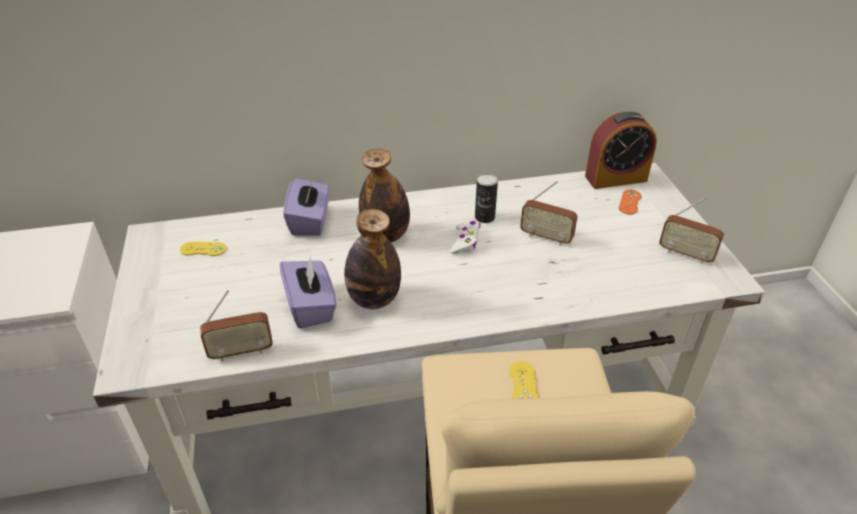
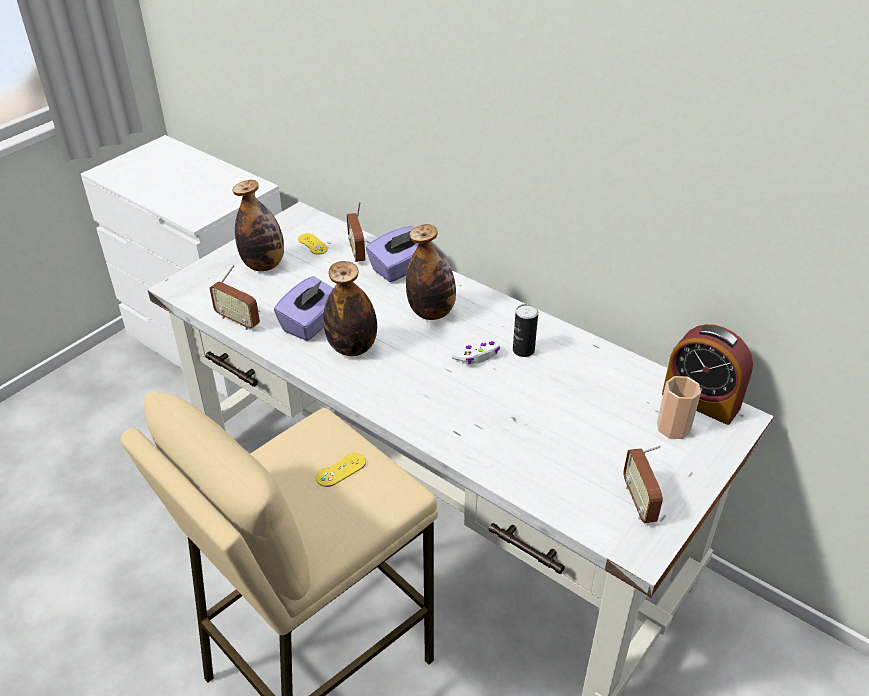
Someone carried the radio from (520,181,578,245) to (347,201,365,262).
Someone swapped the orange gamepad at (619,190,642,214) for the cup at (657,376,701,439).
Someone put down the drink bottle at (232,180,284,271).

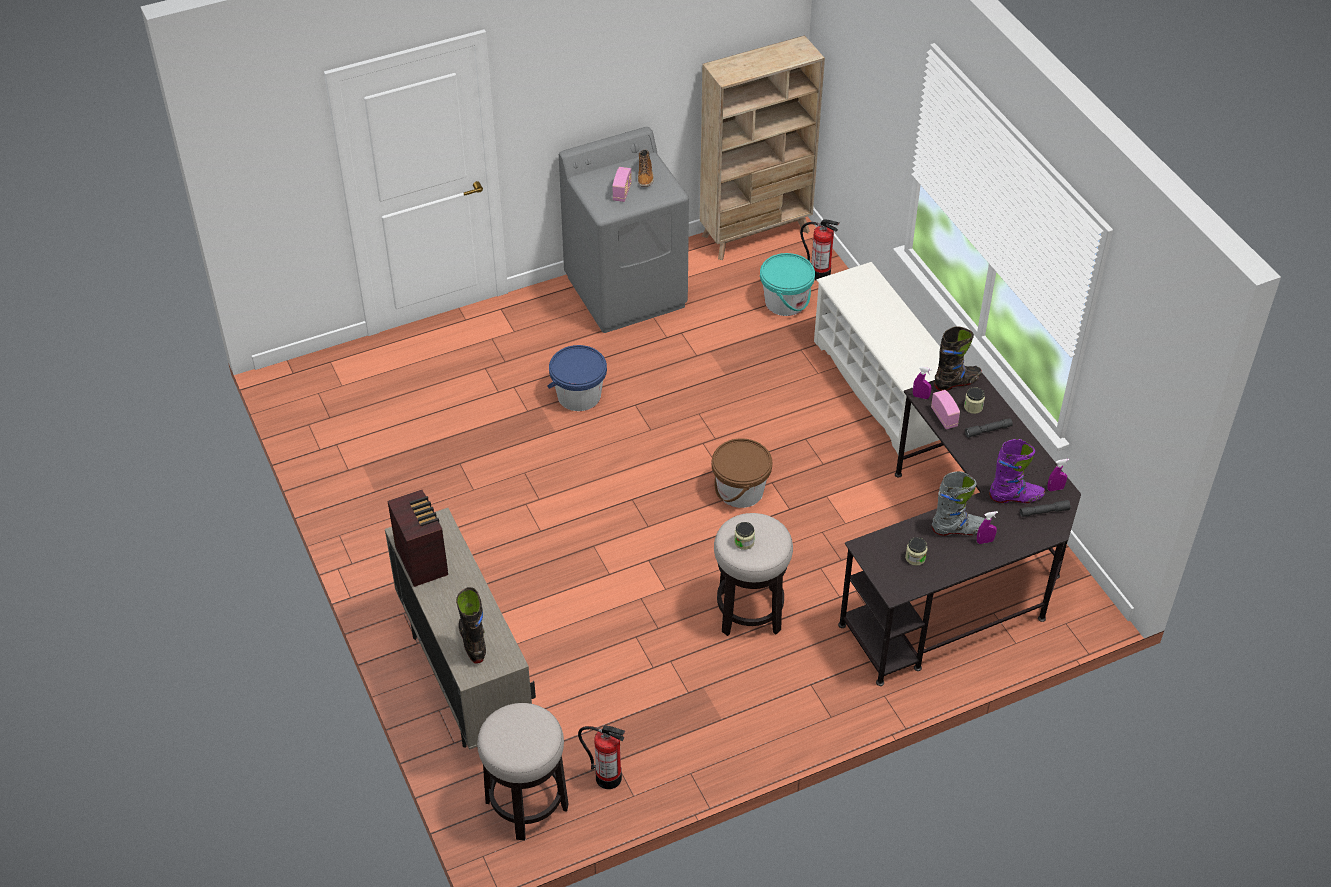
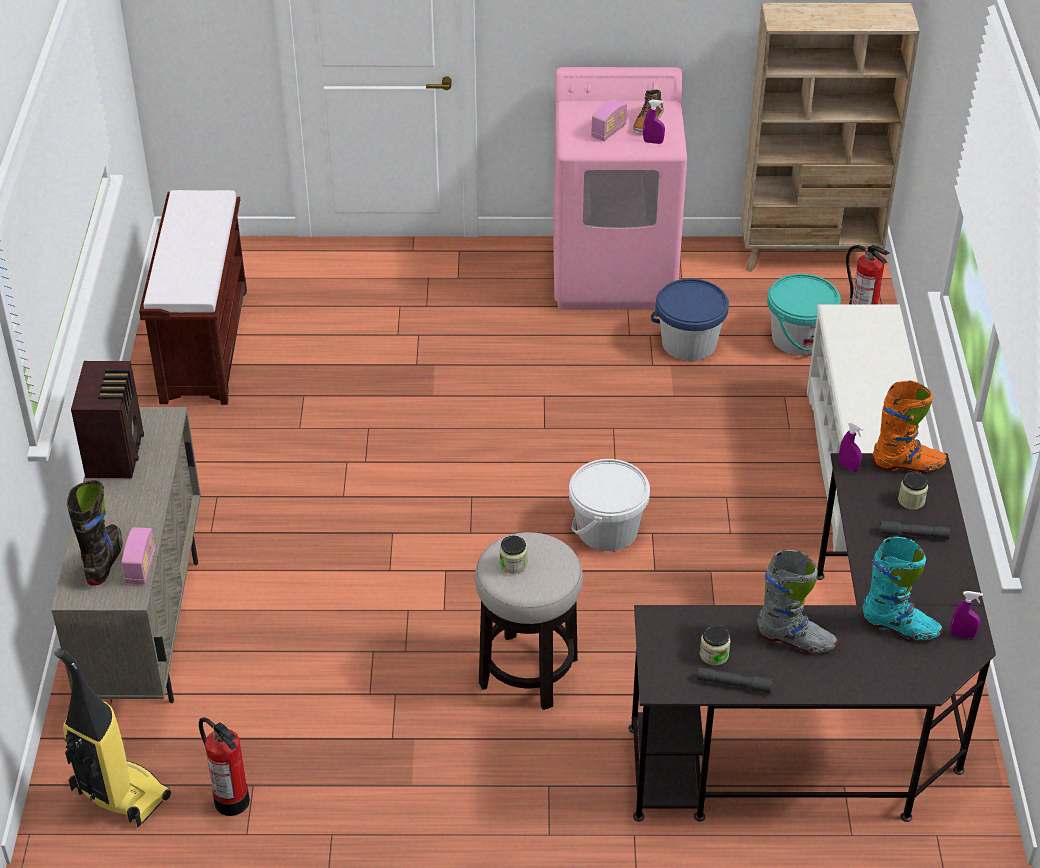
Someone swapped the sitting stool at (477,703,568,840) for the vacuum cleaner at (54,648,171,827).
Someone carried the blue bucket from (547,345,607,411) to (651,279,729,361).
Someone repainted the greyish laundry appliance at (559,127,689,333), which became the pinkish laundry appliance at (553,67,687,310).
Someone repainted the brownish bucket at (712,438,772,508), which became the white bucket at (569,459,650,551).
Someone carried the radio from (931,390,960,429) to (122,527,156,584).
Someone repainted the black tall boot at (934,326,982,391), which became the orange tall boot at (872,381,947,473).
Someone carried the purple sprayer from (977,511,998,544) to (643,100,665,144).
Someone repainted the purple tall boot at (989,439,1045,503), which became the turquoise tall boot at (862,537,943,641).
Someone carried the greyish flashlight from (1020,500,1071,517) to (697,667,773,694).
Someone put down the brownish long seat at (139,190,247,405).

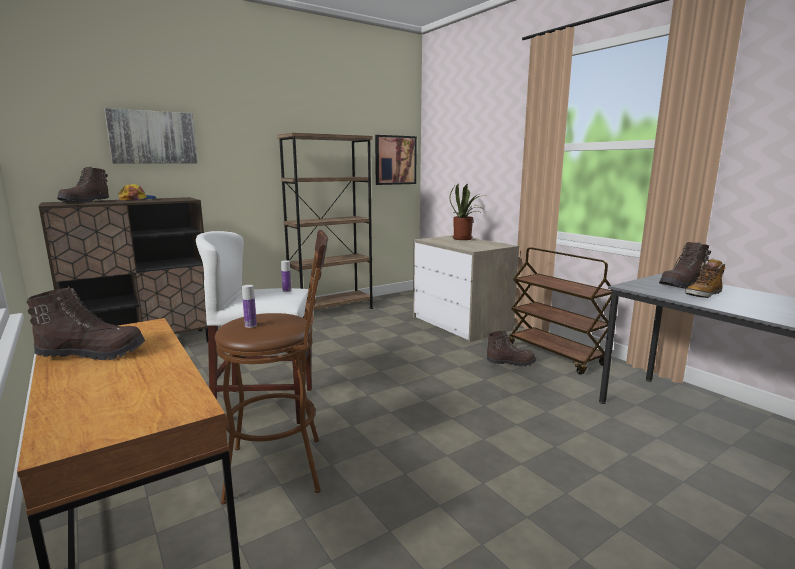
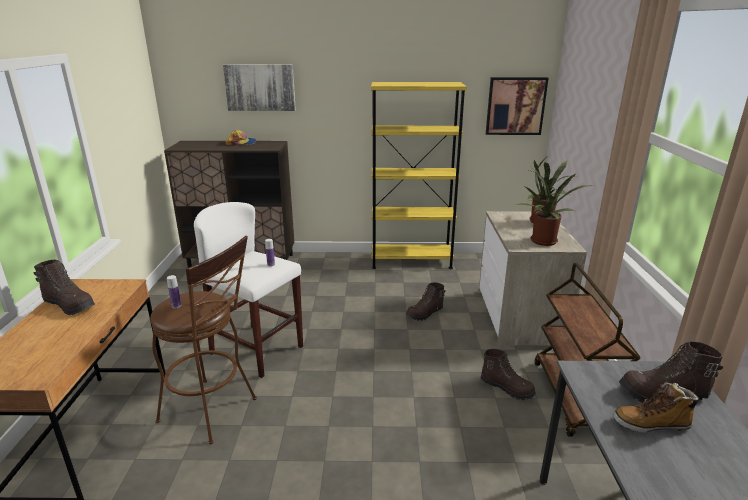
Someone carried the brownish tall boot from (57,167,109,203) to (406,282,446,321).
Someone repainted the brownish bookshelf at (277,133,373,310), which became the yellowish bookshelf at (371,82,467,269).
Someone put down the plant in a pot at (516,167,594,246).

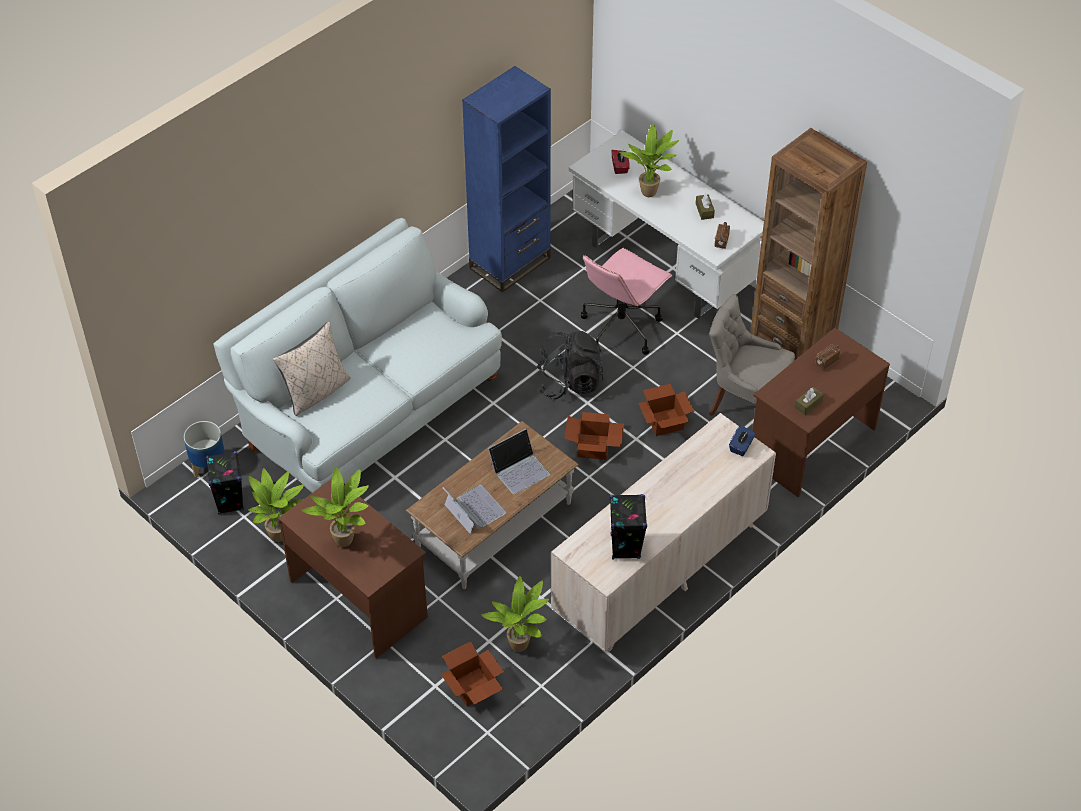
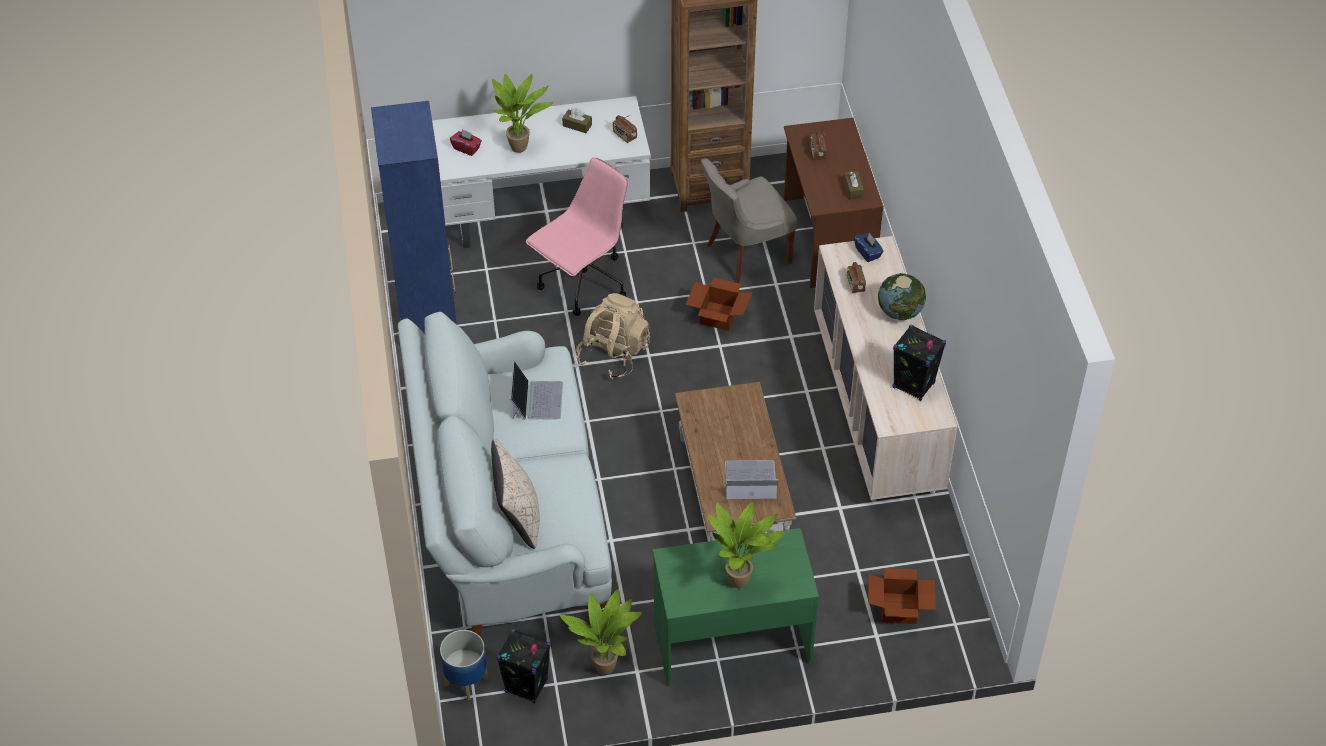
Someone repainted the brownish desk table at (278,479,428,659), which became the greenish desk table at (653,528,819,686).
Someone took away the plant in a pot at (482,576,549,652).
Someone carried the laptop from (488,429,550,494) to (510,361,563,420).
Someone repainted the black knapsack at (536,331,603,399), which became the beige-coloured knapsack at (576,293,650,379).
Someone took away the packing box at (564,412,624,460).
Someone rotated the pinkish office chair at (581,248,672,355) by 120 degrees counterclockwise.
Someone put down the radio at (847,262,866,293).
Someone put down the desk globe at (878,273,926,320).

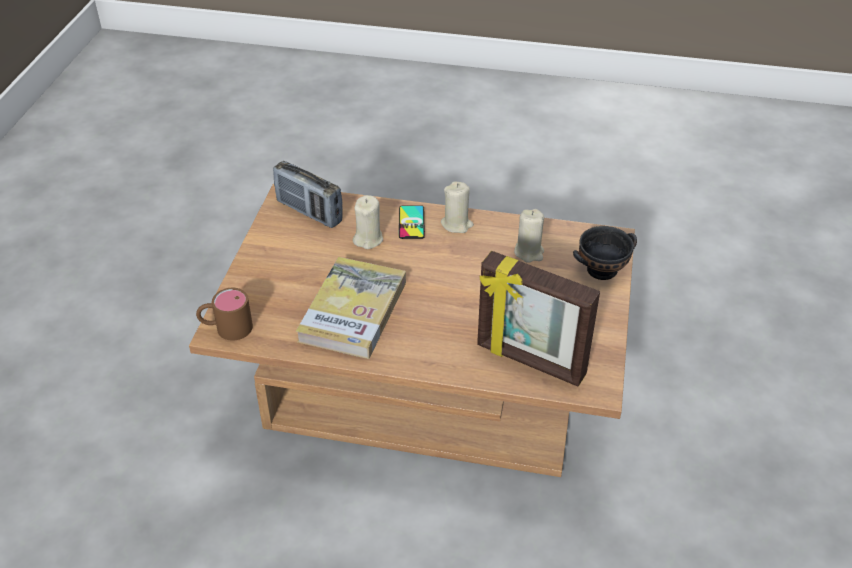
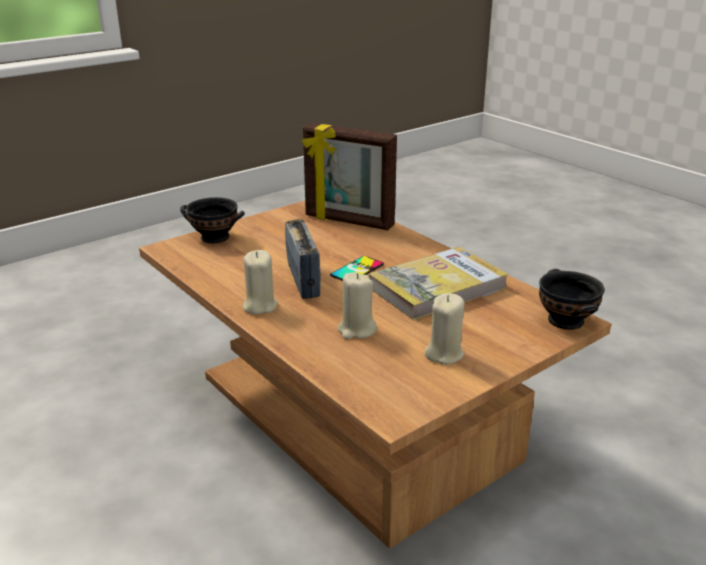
Someone swapped the brownish tea mug at (196,288,253,341) for the black deep dish at (539,269,605,330).
Someone carried the radio from (273,161,343,228) to (285,219,321,299).
Someone carried the phone from (399,205,425,239) to (330,256,384,281).
Someone rotated the picture frame at (477,251,600,386) by 135 degrees clockwise.
Someone carried the beige-coloured wax candle from (514,209,544,263) to (424,293,464,365).

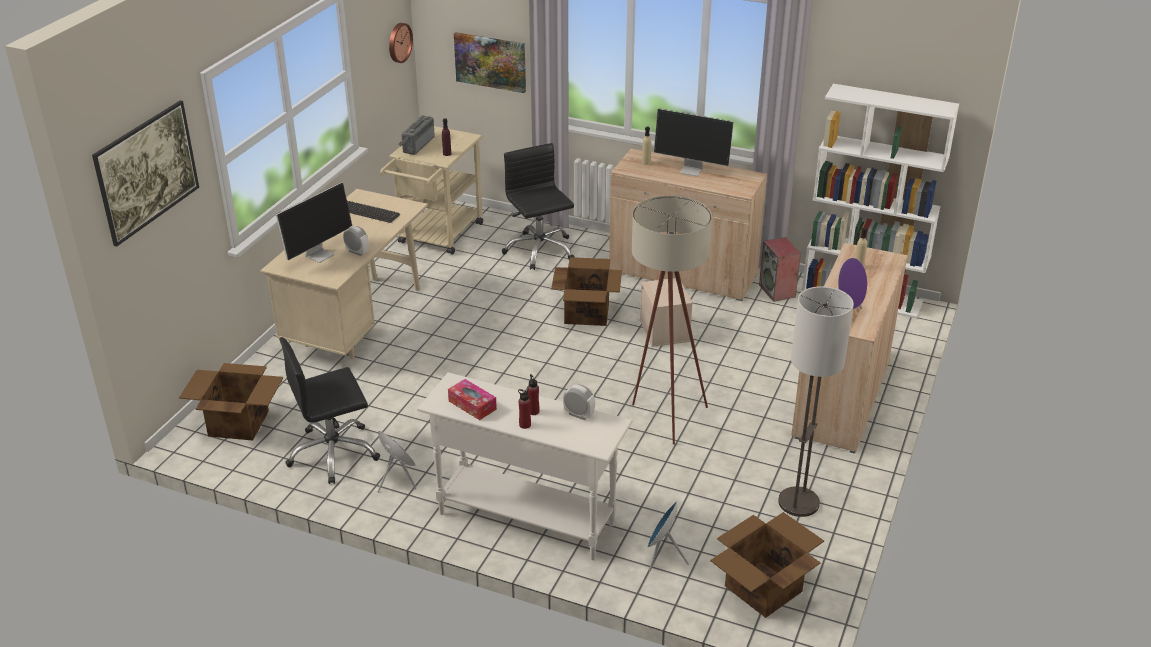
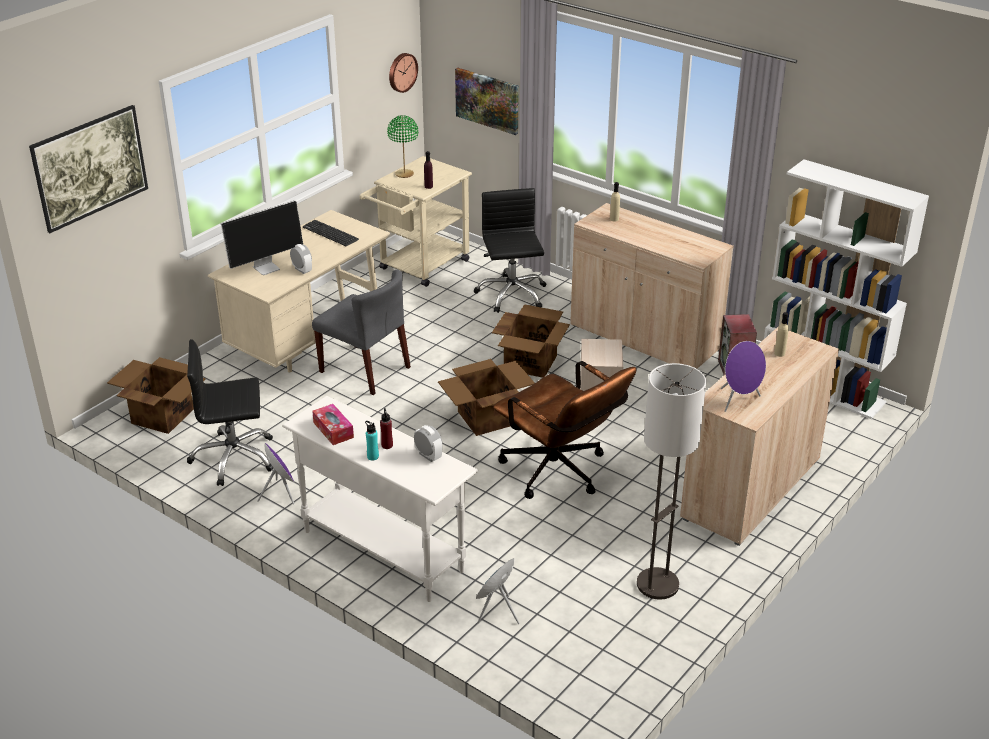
Someone swapped the radio at (399,116,435,155) for the greenish table lamp at (387,115,418,178).
Someone repainted the reddish drink bottle at (518,389,531,429), which became the turquoise drink bottle at (365,421,379,460).
Someone swapped the beige-coloured standard lamp at (632,195,712,444) for the brownish office chair at (493,361,636,499).
Someone took away the computer screen at (654,109,734,177).
Someone carried the packing box from (710,512,824,618) to (438,359,535,436).
Someone put down the greyish plain chair at (312,270,411,395).

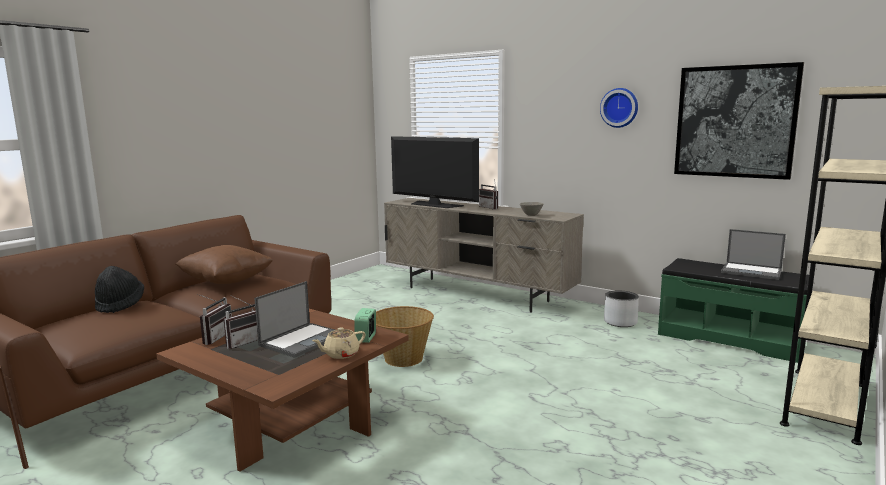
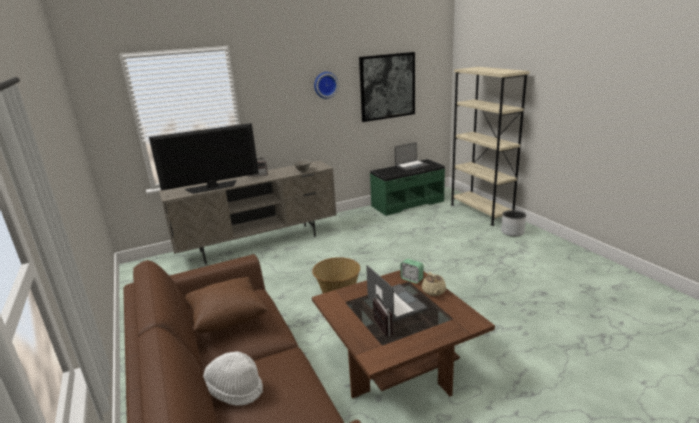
Someone repainted the black hat at (95,266,144,313), which became the white hat at (203,351,263,406).
Someone took away the radio at (197,294,232,345).
Someone carried the greyish flower pot from (604,290,639,327) to (501,210,526,237).

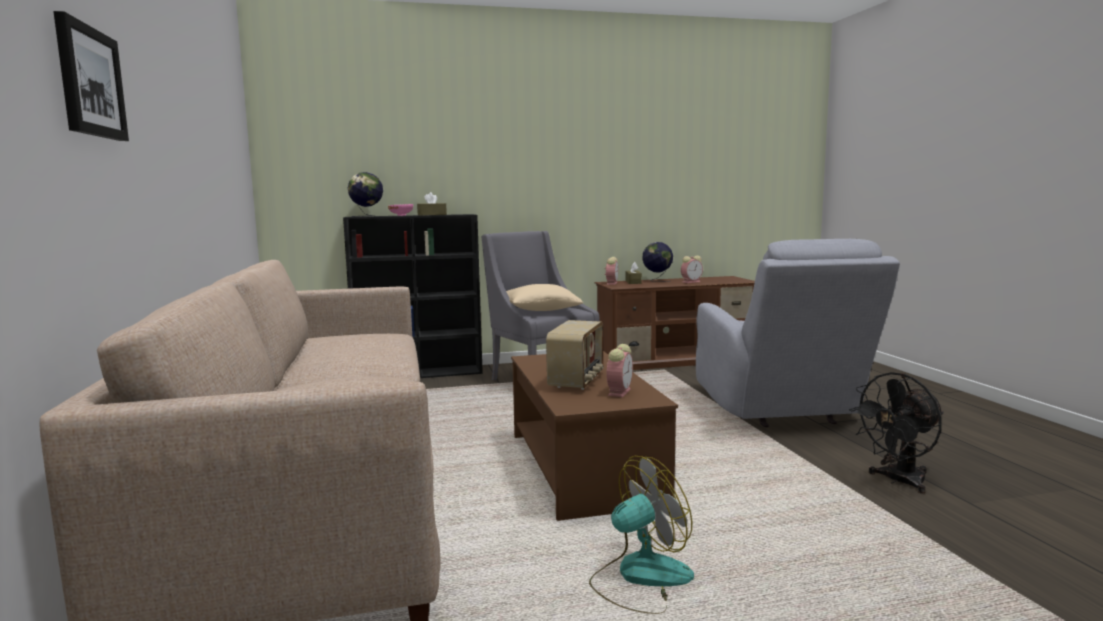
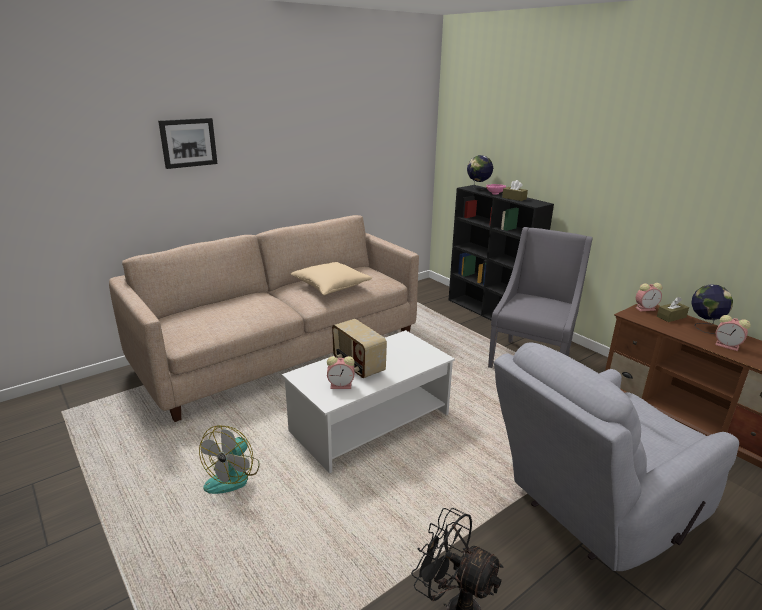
Someone carried the beige-coloured pillow from (506,284,583,311) to (291,262,372,295).
Someone repainted the brownish lounge table at (511,351,678,521), which became the white lounge table at (282,330,455,473).
Someone rotated the radio at (546,320,603,390) by 60 degrees clockwise.
Someone rotated the cooling fan at (589,456,694,614) by 75 degrees clockwise.

